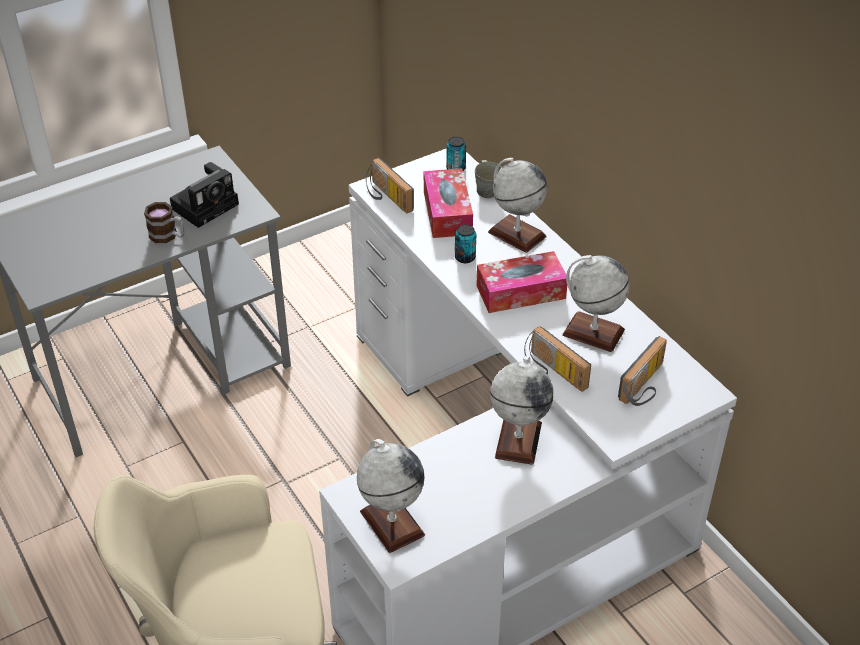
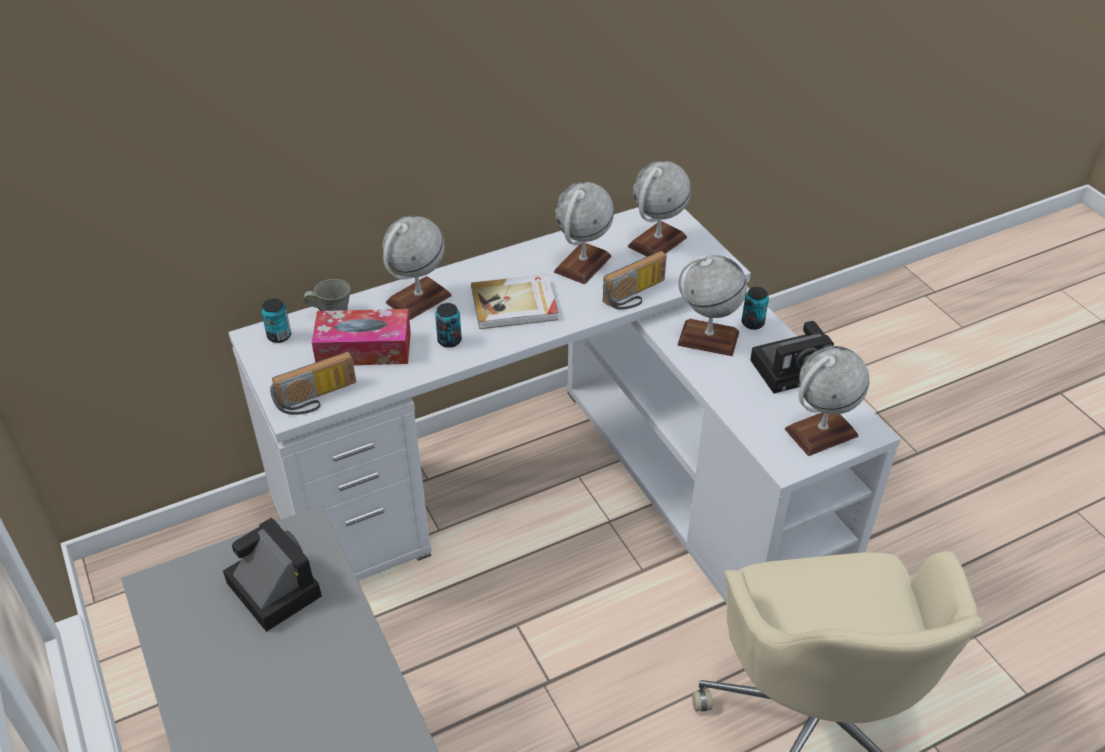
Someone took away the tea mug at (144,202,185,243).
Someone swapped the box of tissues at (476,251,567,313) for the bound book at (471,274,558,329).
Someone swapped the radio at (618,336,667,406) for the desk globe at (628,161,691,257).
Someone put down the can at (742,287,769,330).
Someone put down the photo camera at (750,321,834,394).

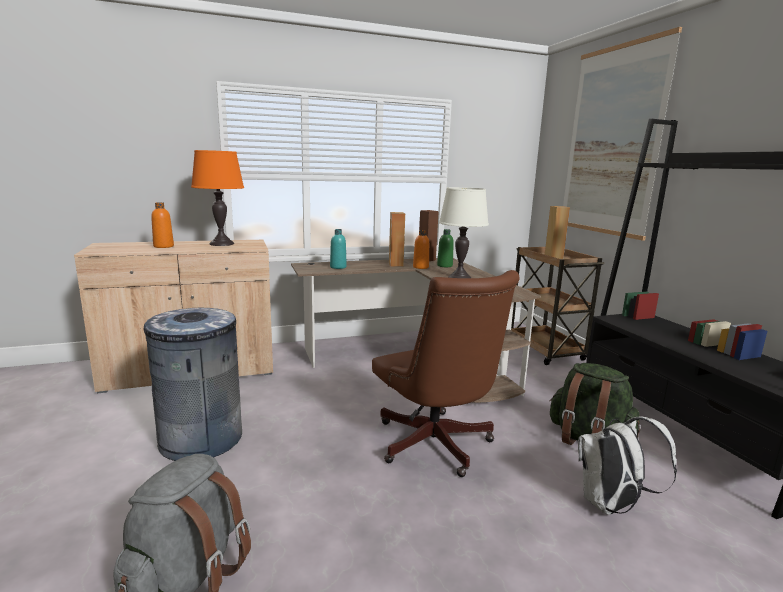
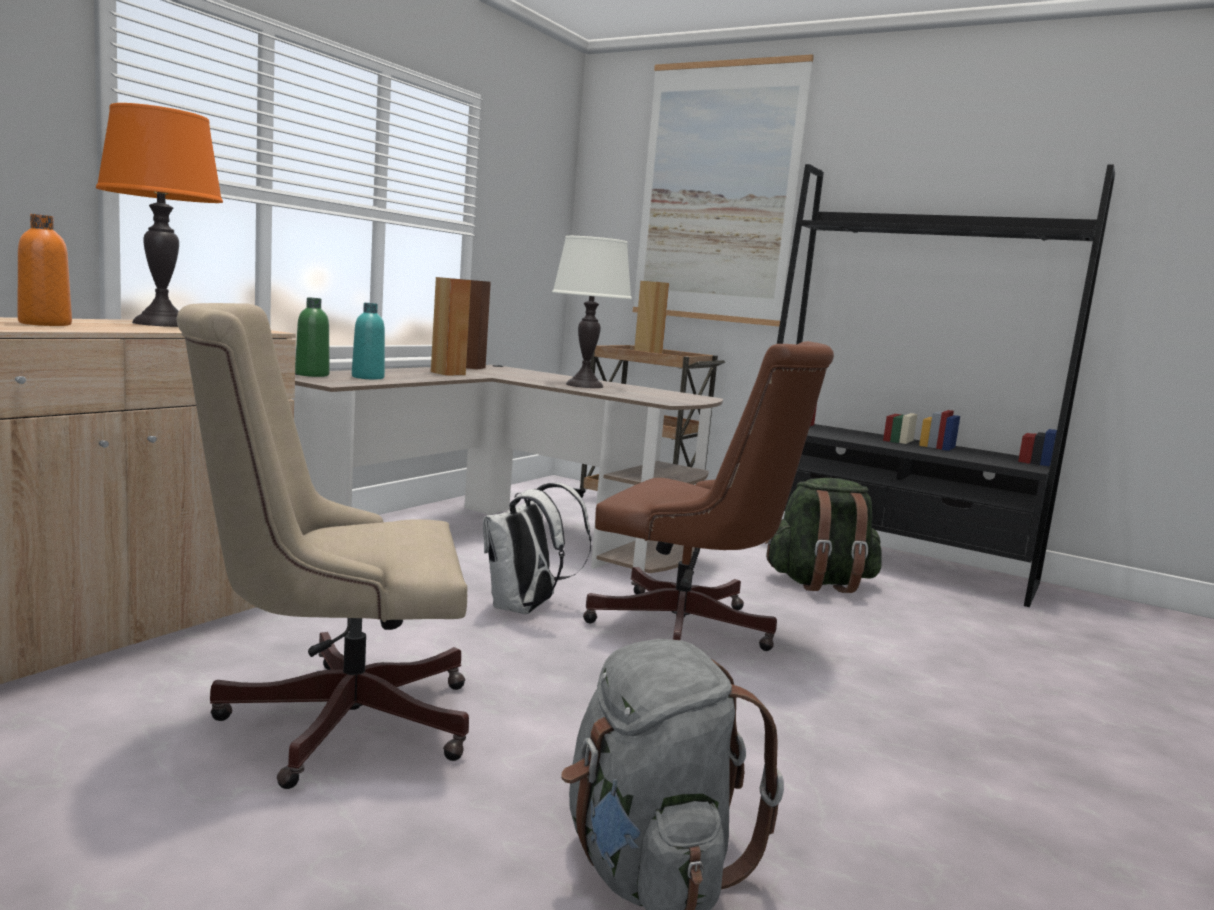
Someone swapped the greyish waste bin at (140,308,242,461) for the beige-coloured office chair at (176,303,469,789).
Someone took away the orange drink bottle at (413,230,429,269).
Someone carried the greenish drink bottle from (437,229,454,267) to (295,297,330,377).
Someone carried the white knapsack from (578,416,677,515) to (483,483,591,614).

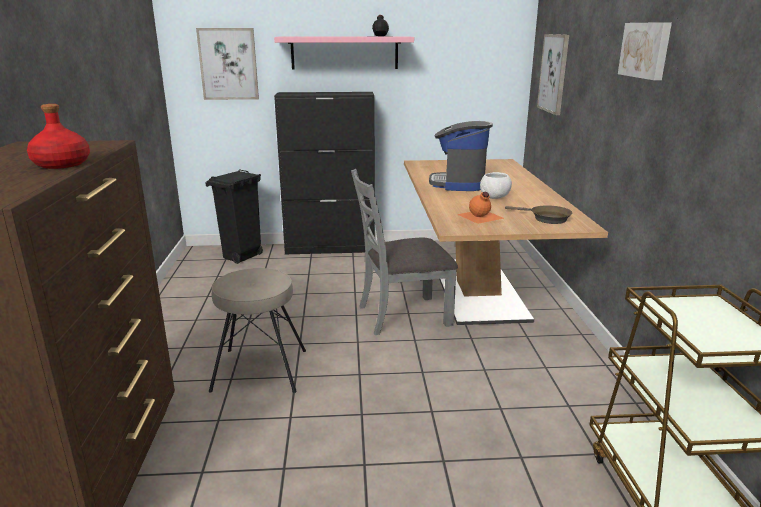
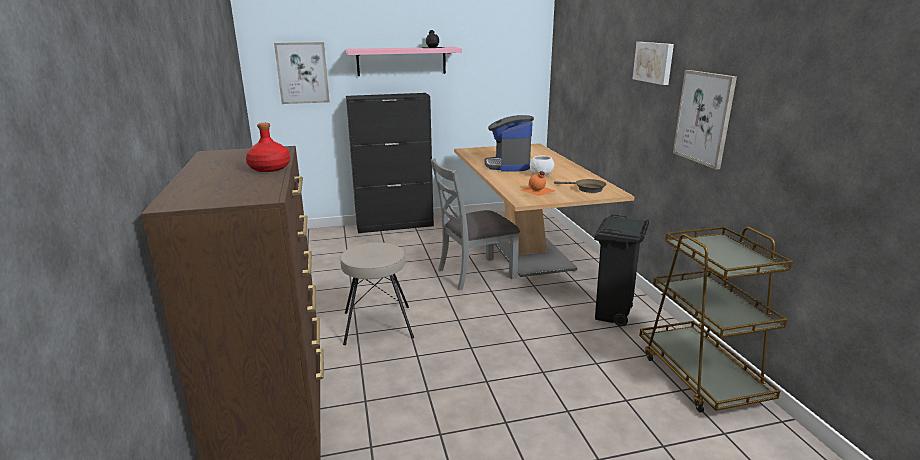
Someone carried the black waste bin from (205,170,263,264) to (594,214,649,326).
Someone carried the wall art from (537,34,569,115) to (673,70,737,169).

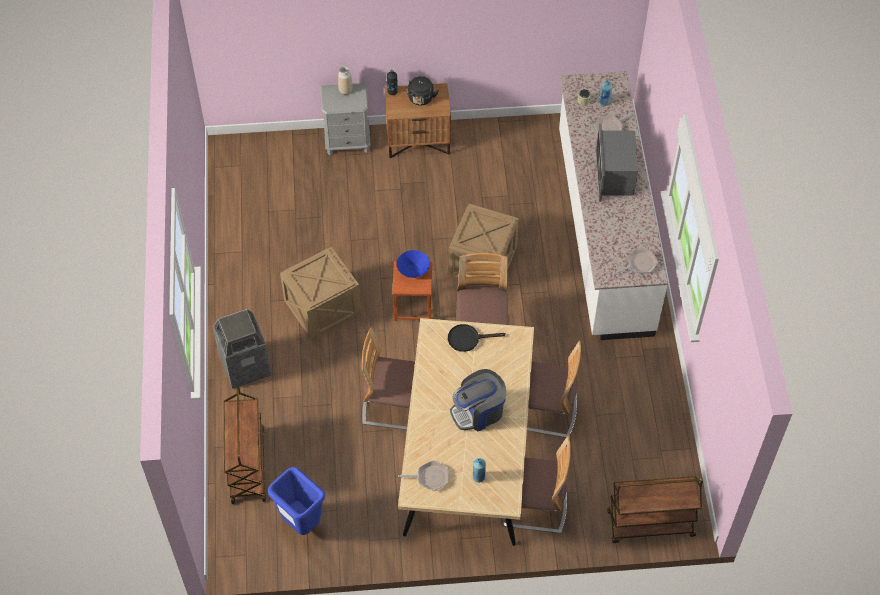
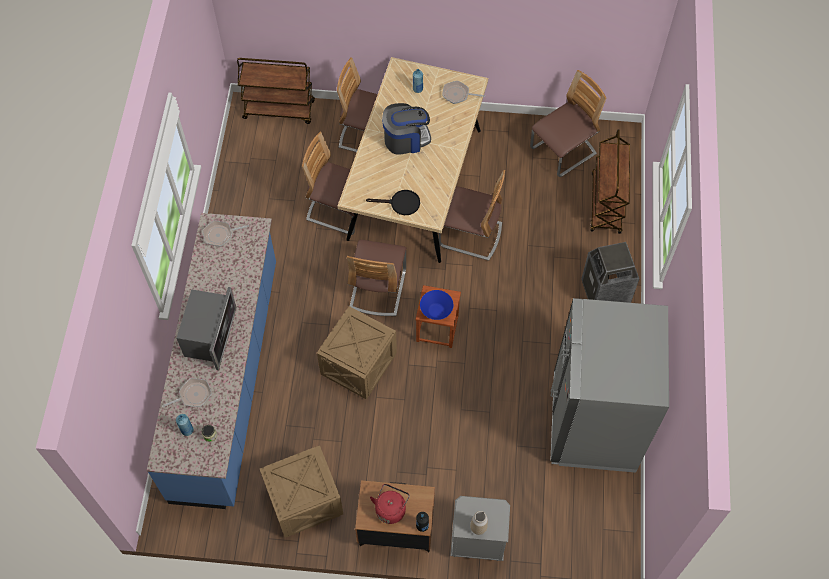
Someone swapped the blue waste bin at (268,467,325,535) for the plain chair at (530,70,607,177).
Someone carried the packing crate from (280,247,361,339) to (260,446,343,537).
Someone repainted the black kettle at (406,76,439,105), which became the reddish kettle at (370,484,410,524).
Someone repainted the white kitchen base unit at (559,71,668,340), which became the blue kitchen base unit at (146,213,276,509).
Someone put down the greyish kitchen fridge at (550,298,669,473).

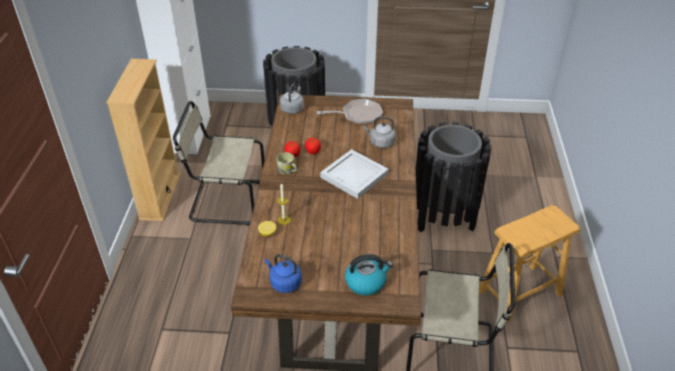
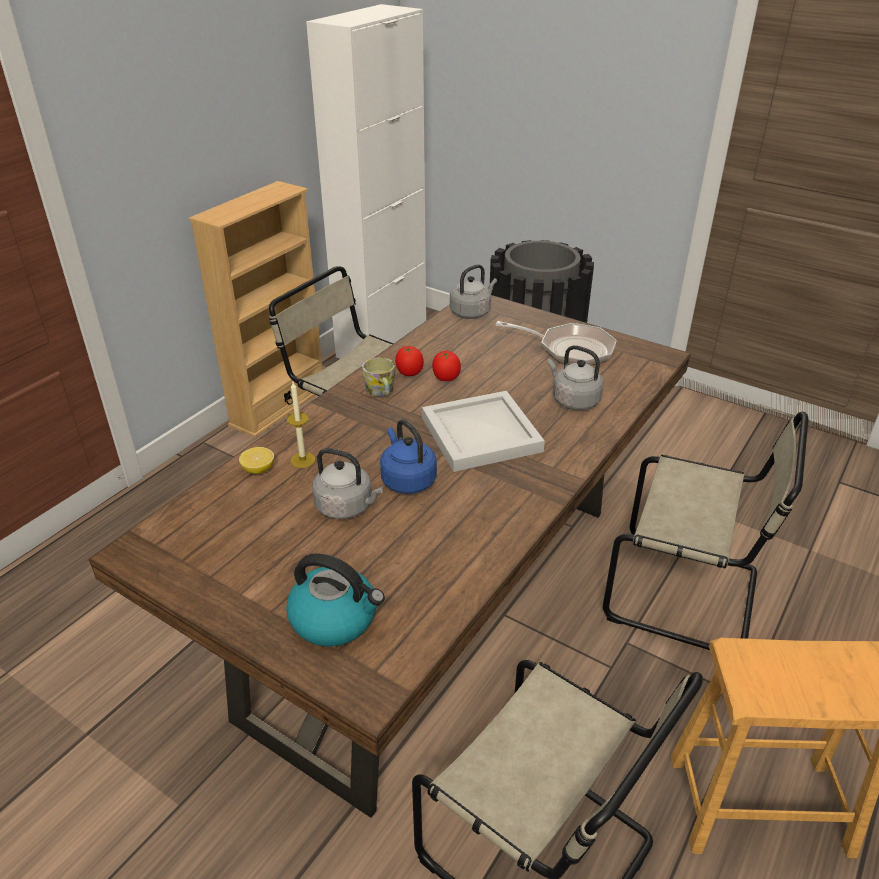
Someone carried the blue kettle from (265,254,302,293) to (380,419,437,494).
Someone swapped the black waste bin at (416,122,491,232) for the beige-coloured plain chair at (603,412,808,650).
Someone put down the greyish kettle at (312,448,383,519).

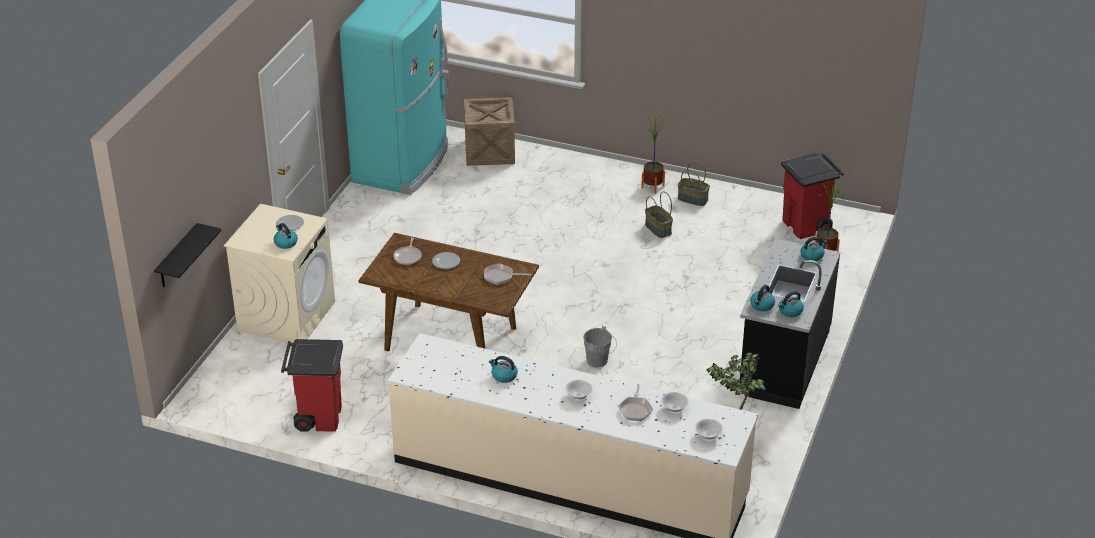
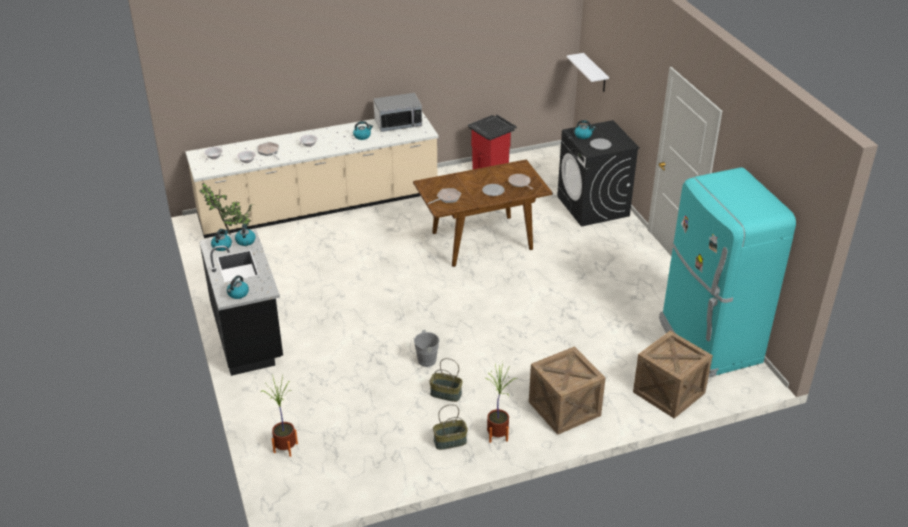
Someone repainted the black wall shelf at (154,223,221,287), which became the white wall shelf at (567,53,609,92).
Someone repainted the beige-coloured laundry appliance at (224,204,335,343), which became the black laundry appliance at (557,120,640,227).
Someone carried the greyish bucket from (583,326,617,368) to (410,330,439,367).
Someone took away the reddish waste bin at (781,153,844,239).
Someone put down the microwave oven at (373,93,422,132).
Someone put down the packing crate at (529,346,606,435).

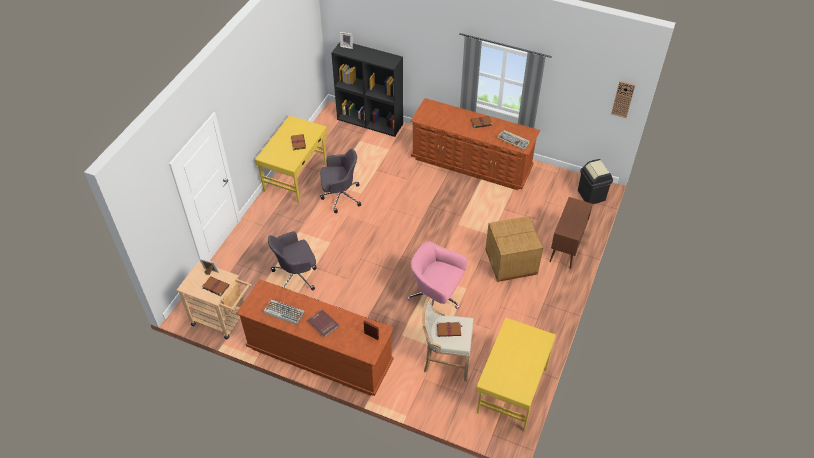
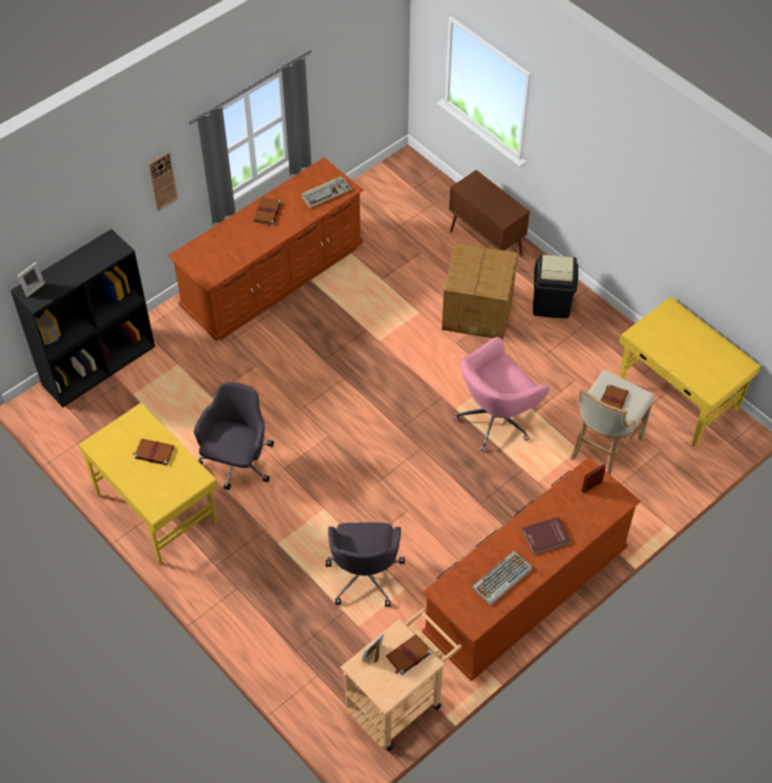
Someone carried the black waste bin from (578,159,613,204) to (533,254,578,318).
Someone carried the hanging clock from (611,81,635,118) to (148,151,178,211).

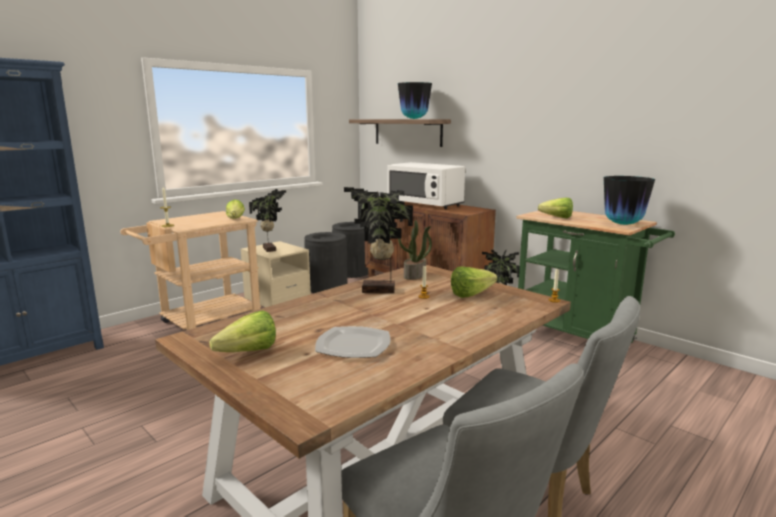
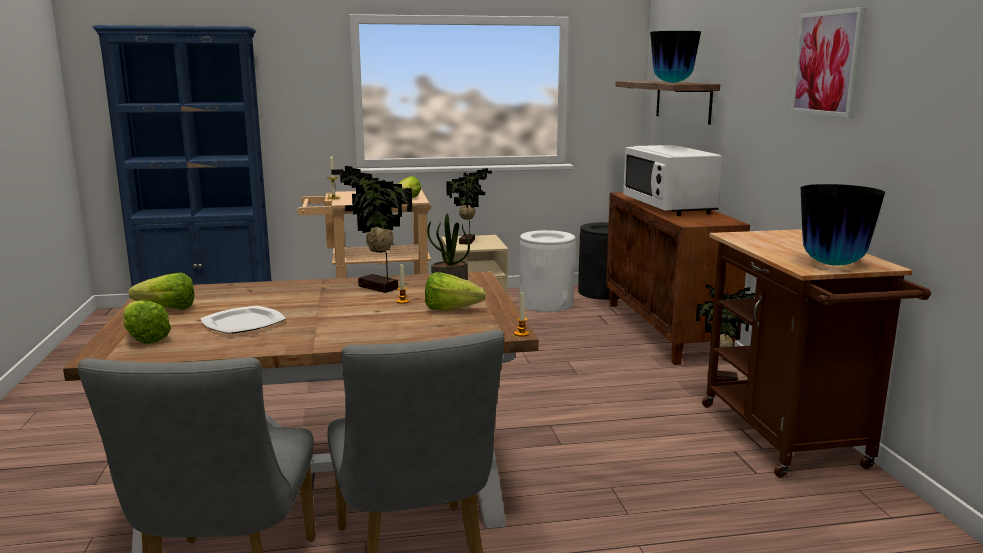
Someone repainted the black waste bin at (304,232,347,293), which became the white waste bin at (519,230,575,312).
Someone repainted the greenish cart at (516,210,675,343), which became the brownish cart at (702,229,931,478).
Someone carried the lettuce head from (538,198,573,218) to (123,300,171,344).
Someone put up the wall art at (791,7,866,118).

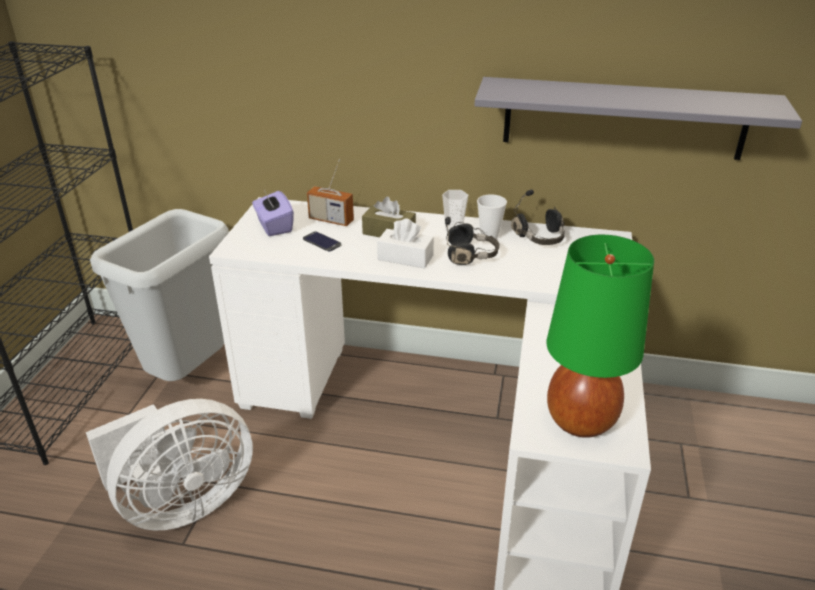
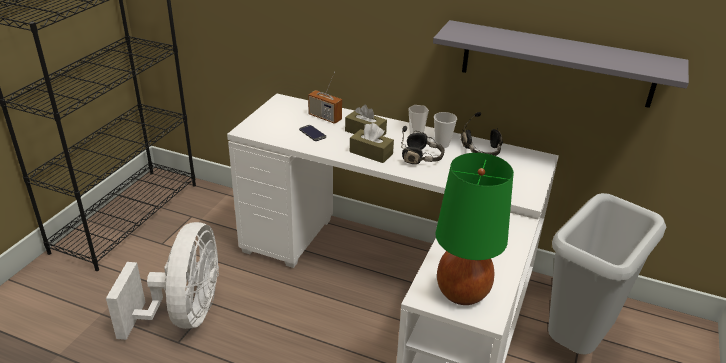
Someone rotated the white cooling fan at (86,399,253,530) by 60 degrees counterclockwise.
Someone carried the greyish waste bin from (90,209,229,381) to (548,193,666,355).
Someone took away the purple box of tissues at (252,190,294,236).
Someone repainted the white box of tissues at (377,218,434,268), which became the brownish box of tissues at (350,123,394,163).

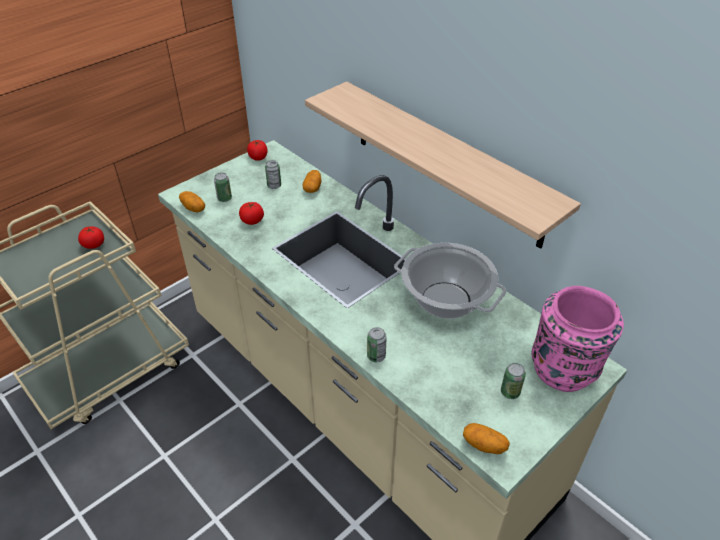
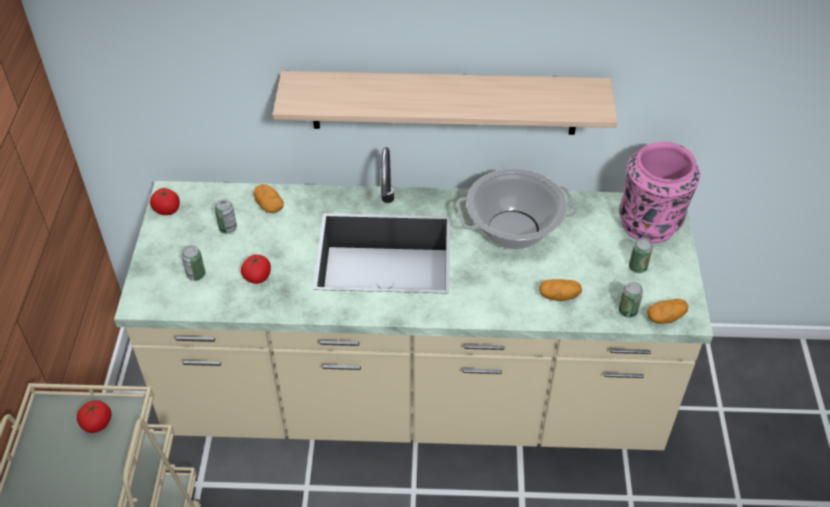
Someone carried the whole potato from (179,191,205,213) to (539,279,582,301).
Someone carried the can from (367,327,387,362) to (619,282,643,318).

